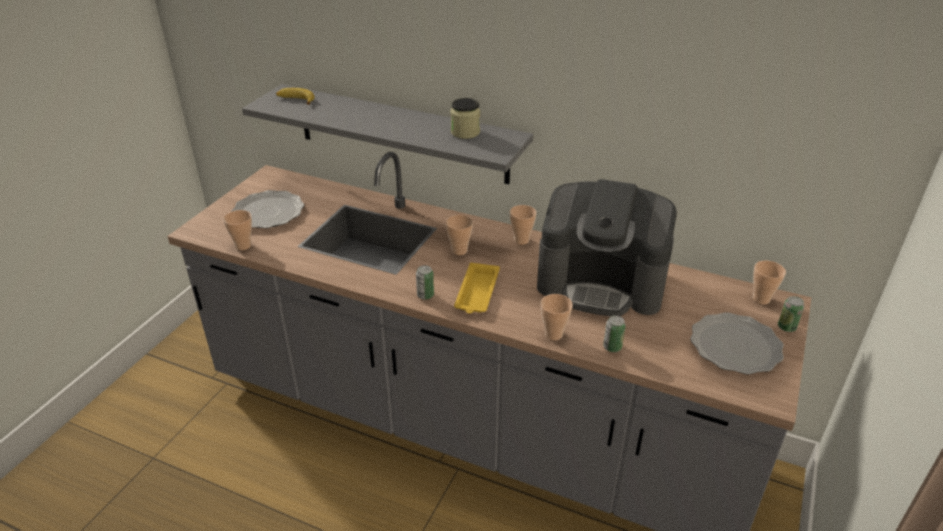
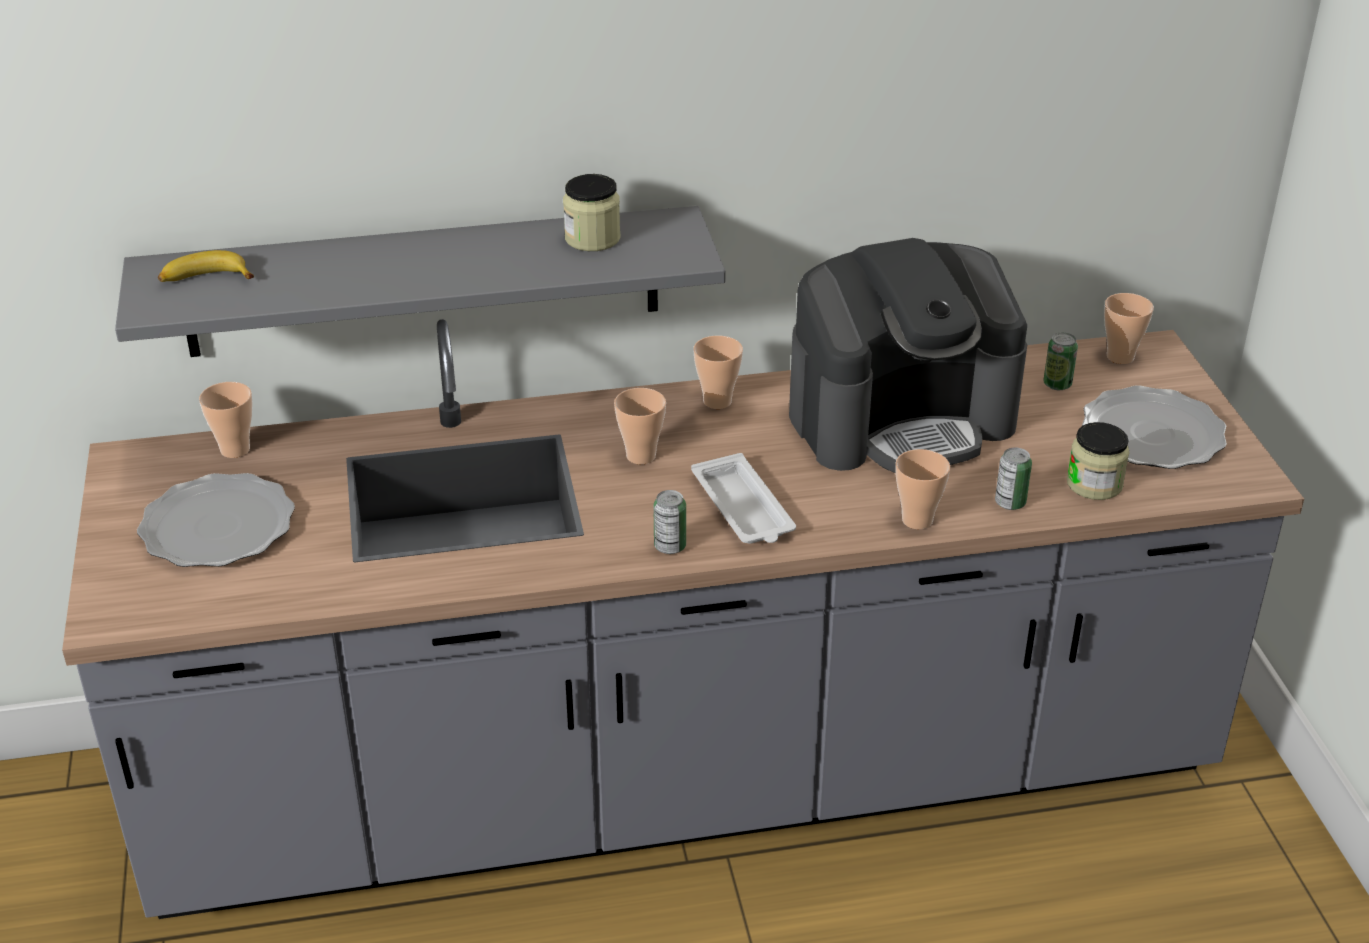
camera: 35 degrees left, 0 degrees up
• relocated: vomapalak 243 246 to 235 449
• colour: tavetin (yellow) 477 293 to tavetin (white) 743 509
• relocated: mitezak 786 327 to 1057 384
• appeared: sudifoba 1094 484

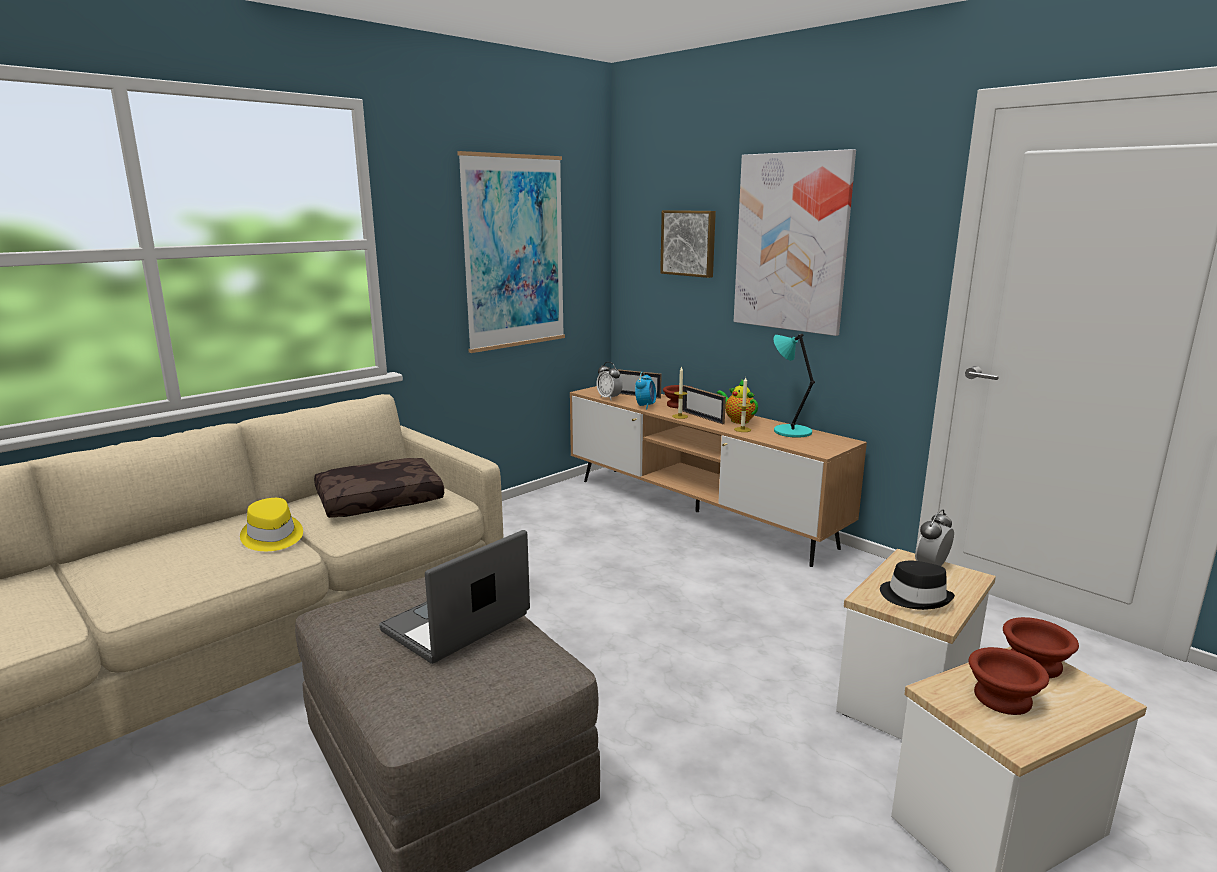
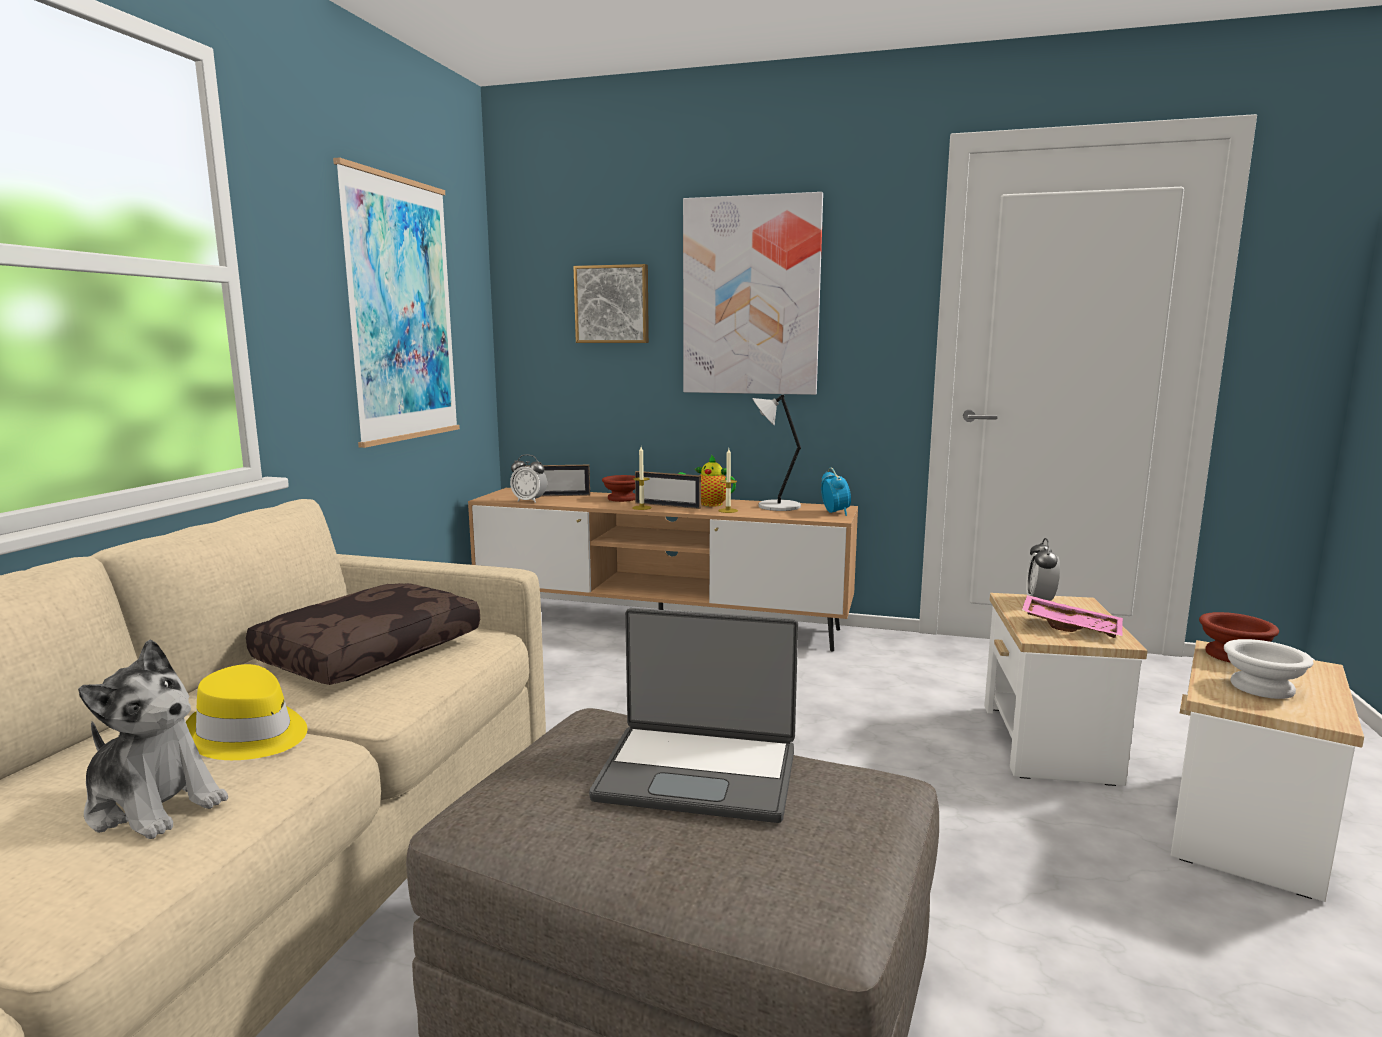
camera: 30 degrees left, 5 degrees down
• appeared: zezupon 154 804
• spun: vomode 457 624 = 699 772 90 degrees counterclockwise
• colour: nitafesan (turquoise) 790 431 to nitafesan (grey) 776 506
• relocated: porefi 645 406 to 835 513
• exchanged: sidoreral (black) 915 597 to tavetin (pink) 1071 627
• colour: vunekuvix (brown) 1001 697 to vunekuvix (white) 1259 687

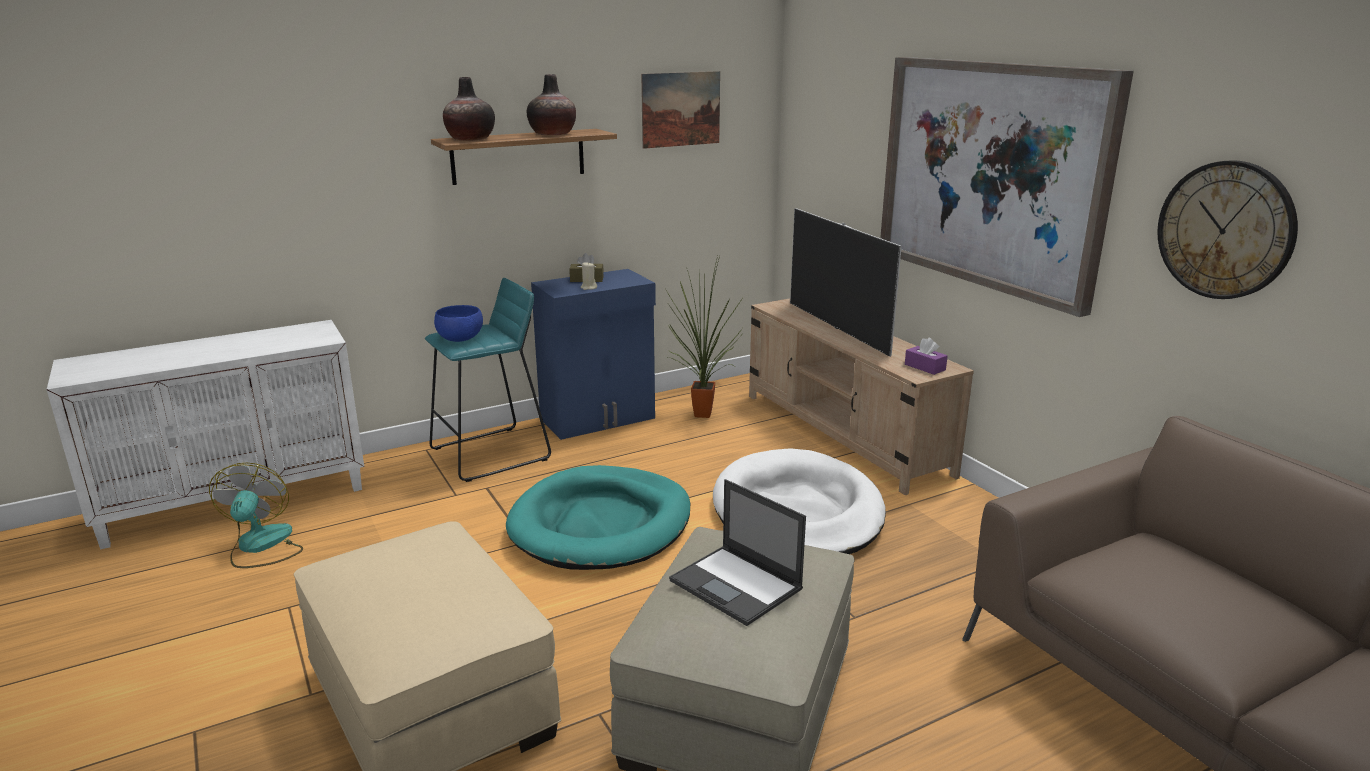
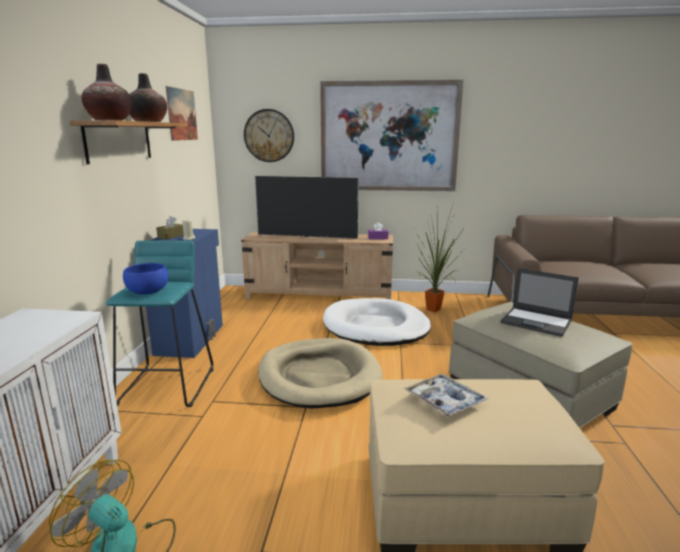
camera: 55 degrees left, 5 degrees down
• relocated: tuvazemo 1225 230 to 269 135
• colour: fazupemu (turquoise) 601 524 to fazupemu (beige) 319 376
• appeared: tavetin 444 401
• relocated: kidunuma 701 416 to 435 310
• spun: vomode 737 585 = 537 322 45 degrees clockwise

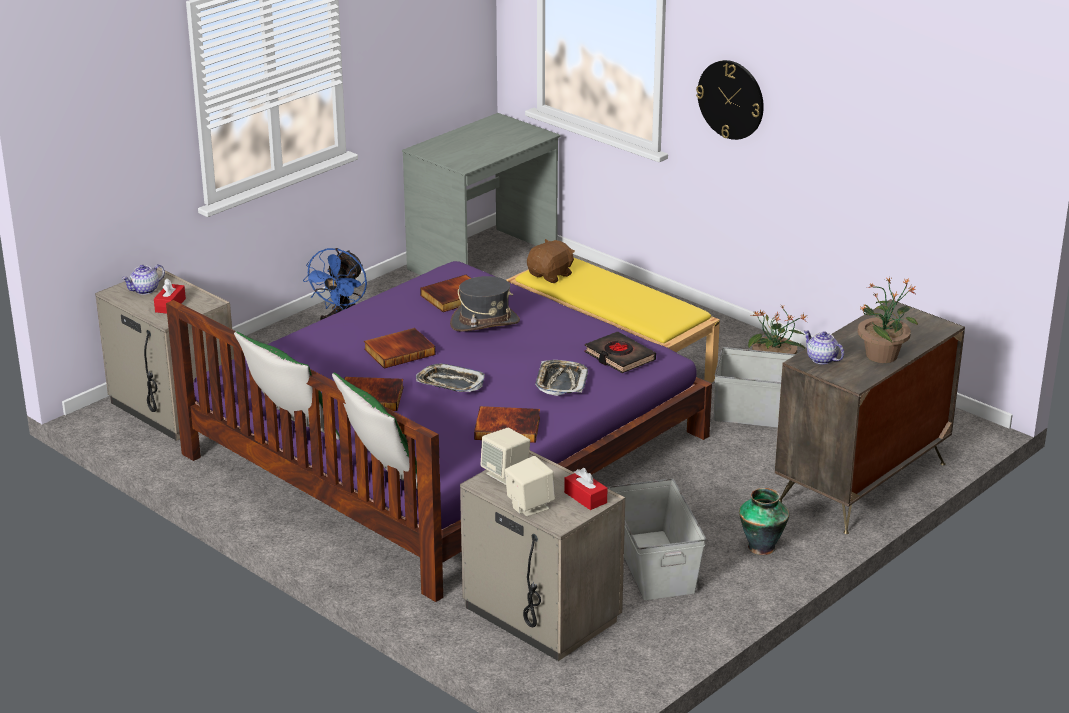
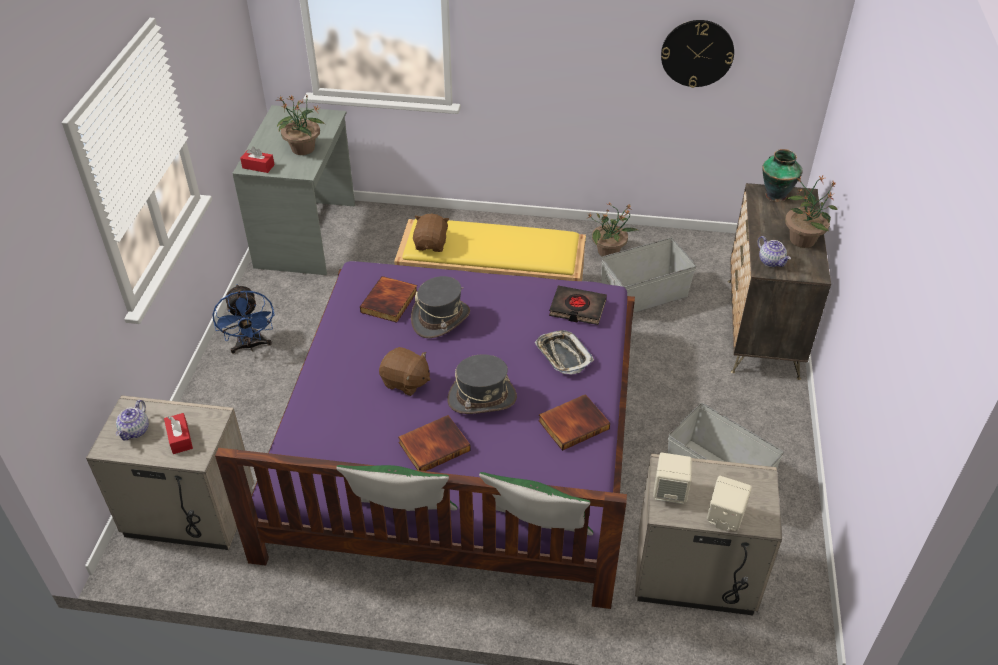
camera: 35 degrees left, 15 degrees up
• relocated: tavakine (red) 585 497 to 258 166
• appeared: kidunuma 303 149
• exchanged: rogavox 399 351 to zezupon (brown) 405 382
• exchanged: tavetin 450 383 to sidoreral (grey) 482 398
• relocated: tuvazemo 731 99 to 697 53
• spun: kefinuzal 821 359 = 771 261 135 degrees counterclockwise
• relocated: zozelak 762 546 to 775 195

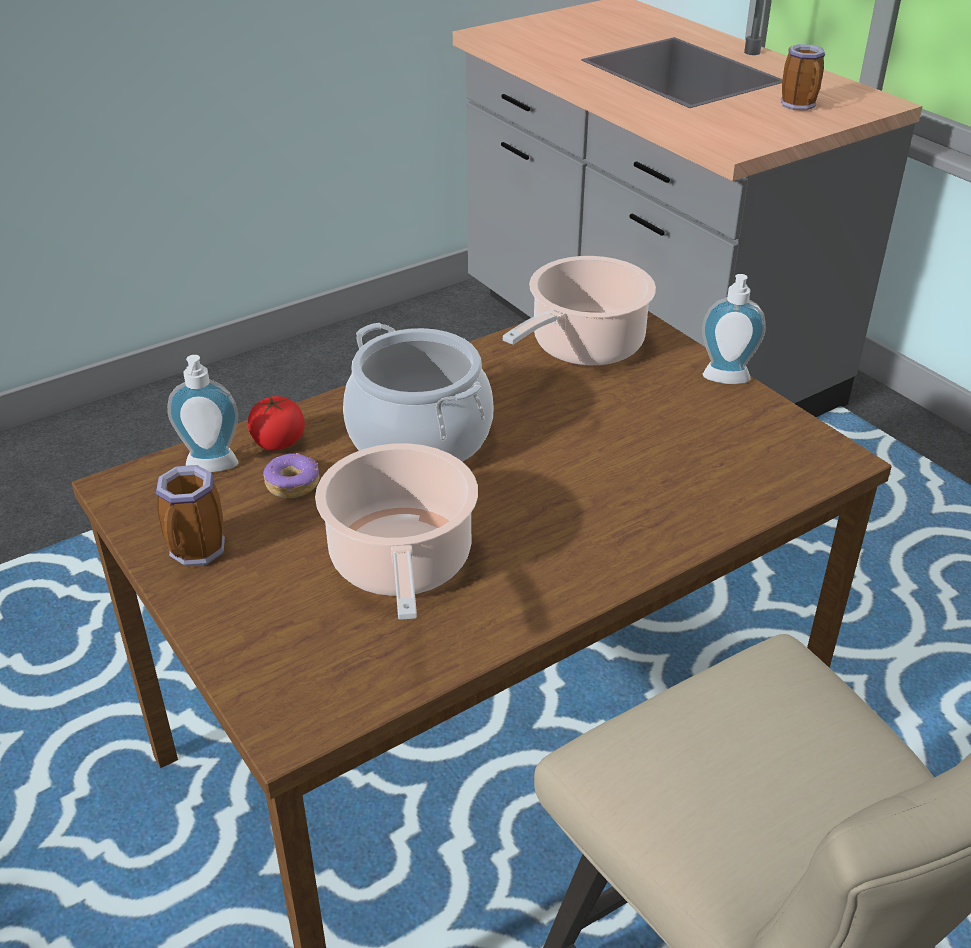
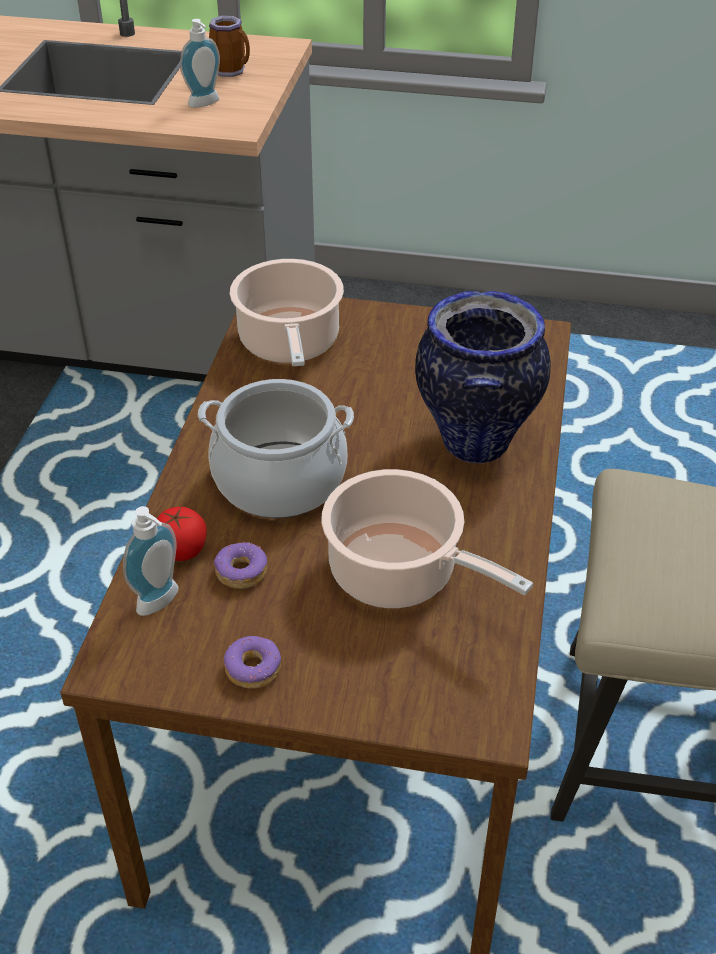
camera: 45 degrees left, 5 degrees up
• relocated: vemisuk 726 381 to 206 104
• exchanged: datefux 197 554 to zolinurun 253 668
• appeared: zozelak 475 441

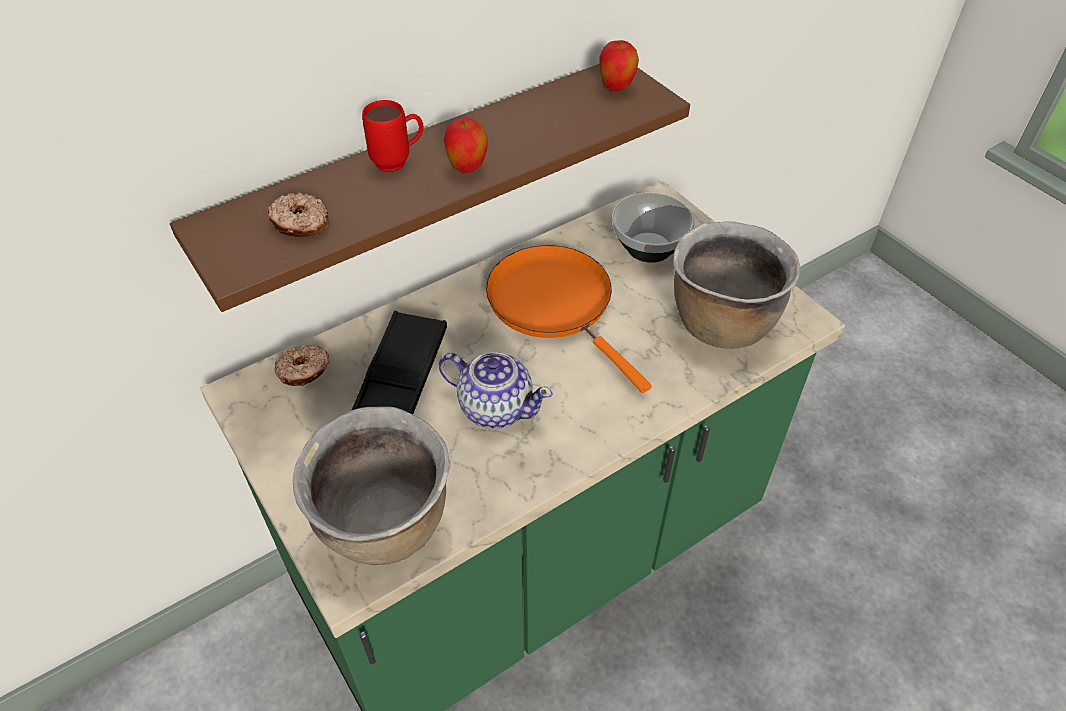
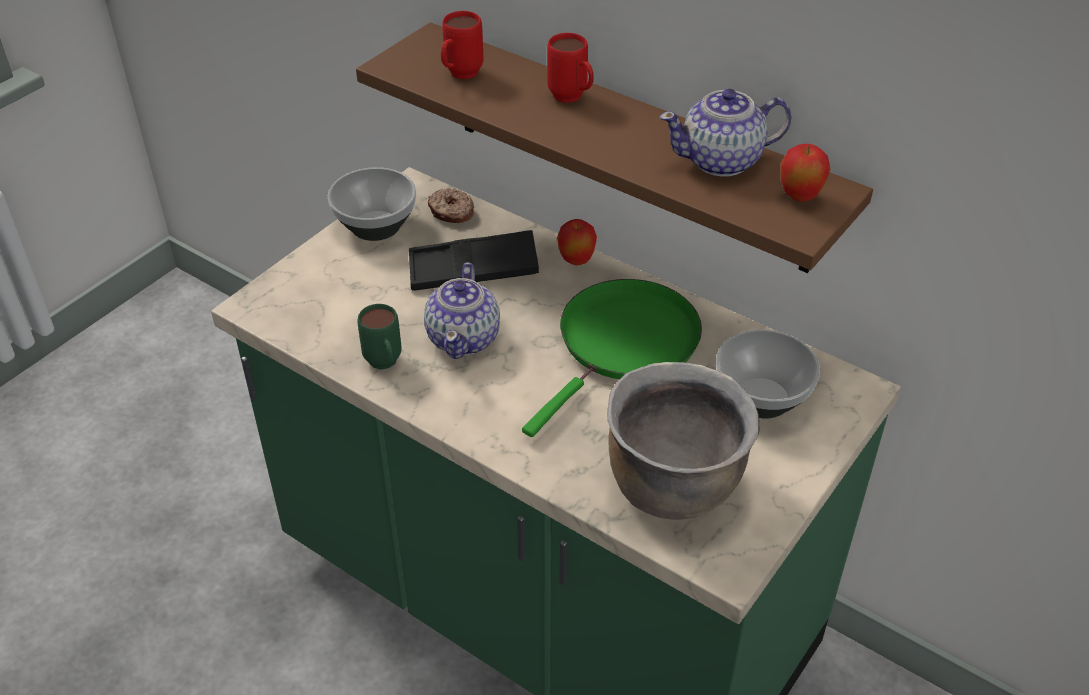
camera: 70 degrees right, 5 degrees down
• appeared: vunekuvix 374 227
• appeared: datefux (green) 385 365
• exchanged: zolinurun 300 224 to datefux (red) 459 76
• colour: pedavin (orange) 555 304 to pedavin (green) 624 344
• relocated: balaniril 467 168 to 576 261
• appeared: kefinuzal 722 161
• missing: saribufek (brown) 386 526

